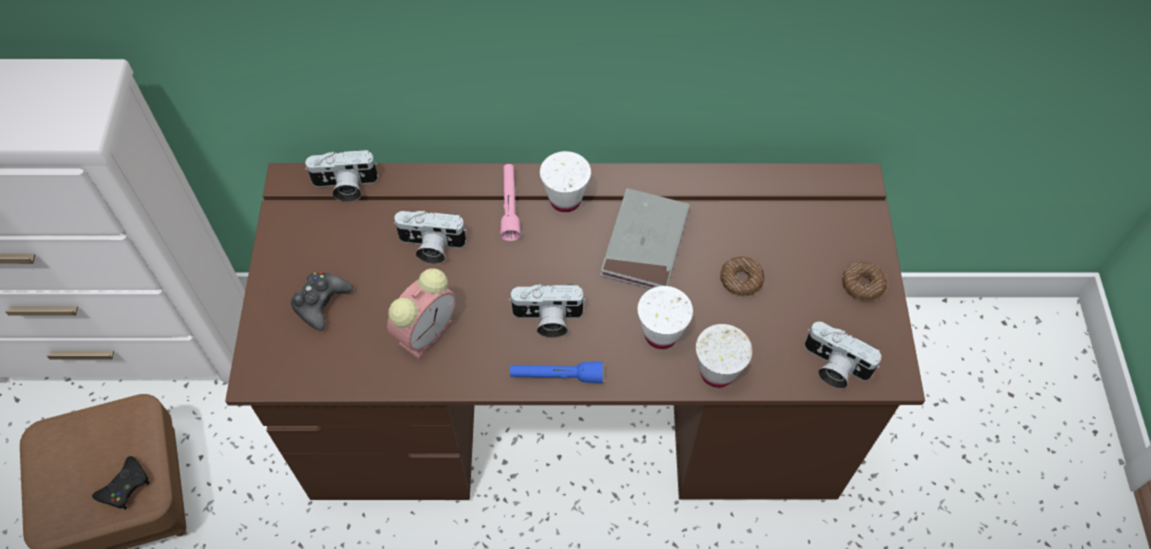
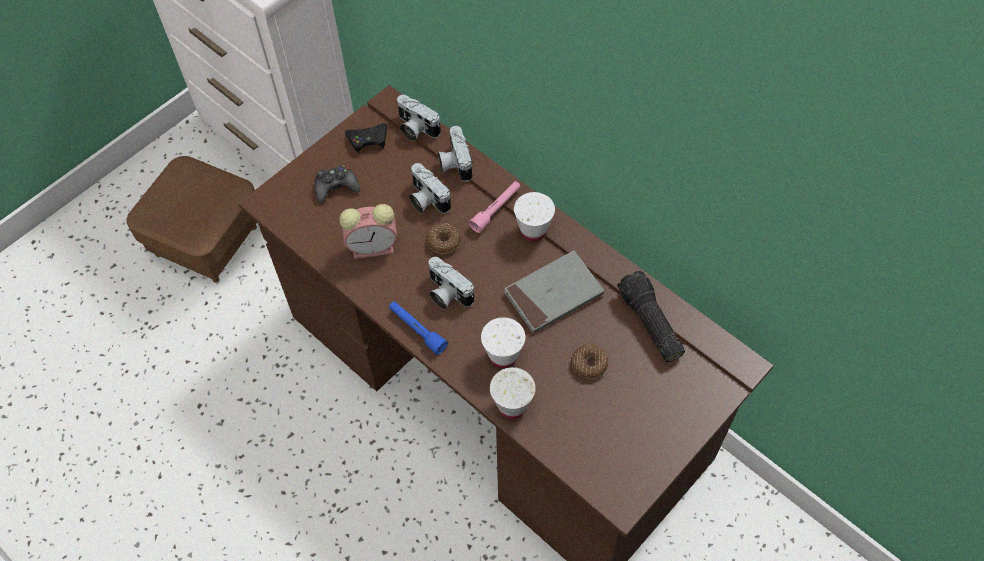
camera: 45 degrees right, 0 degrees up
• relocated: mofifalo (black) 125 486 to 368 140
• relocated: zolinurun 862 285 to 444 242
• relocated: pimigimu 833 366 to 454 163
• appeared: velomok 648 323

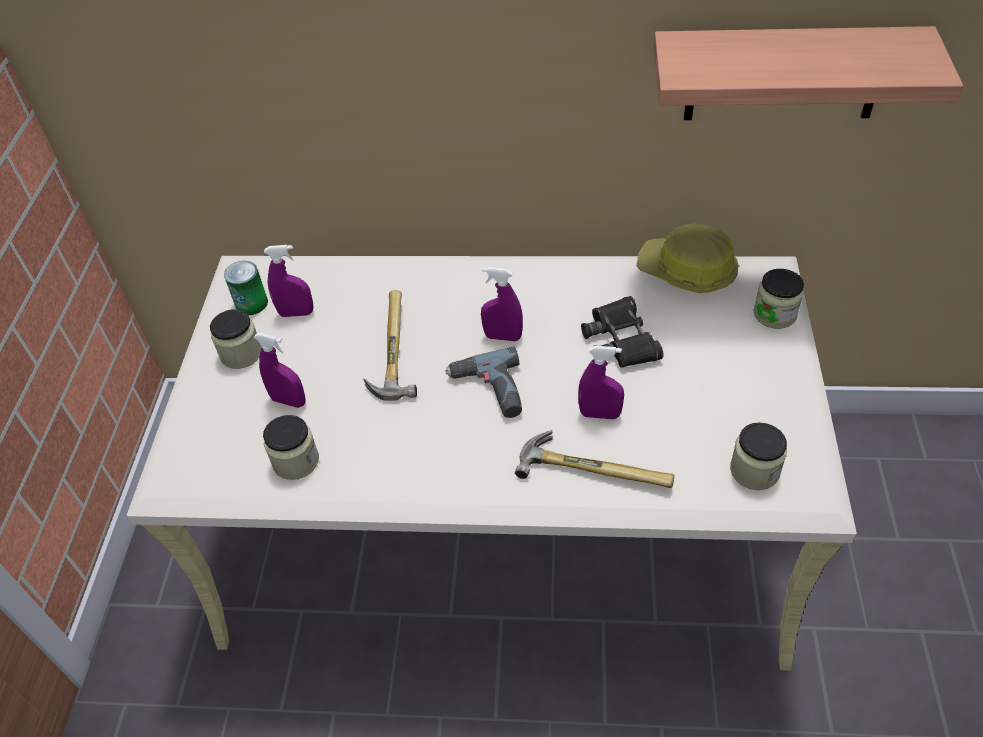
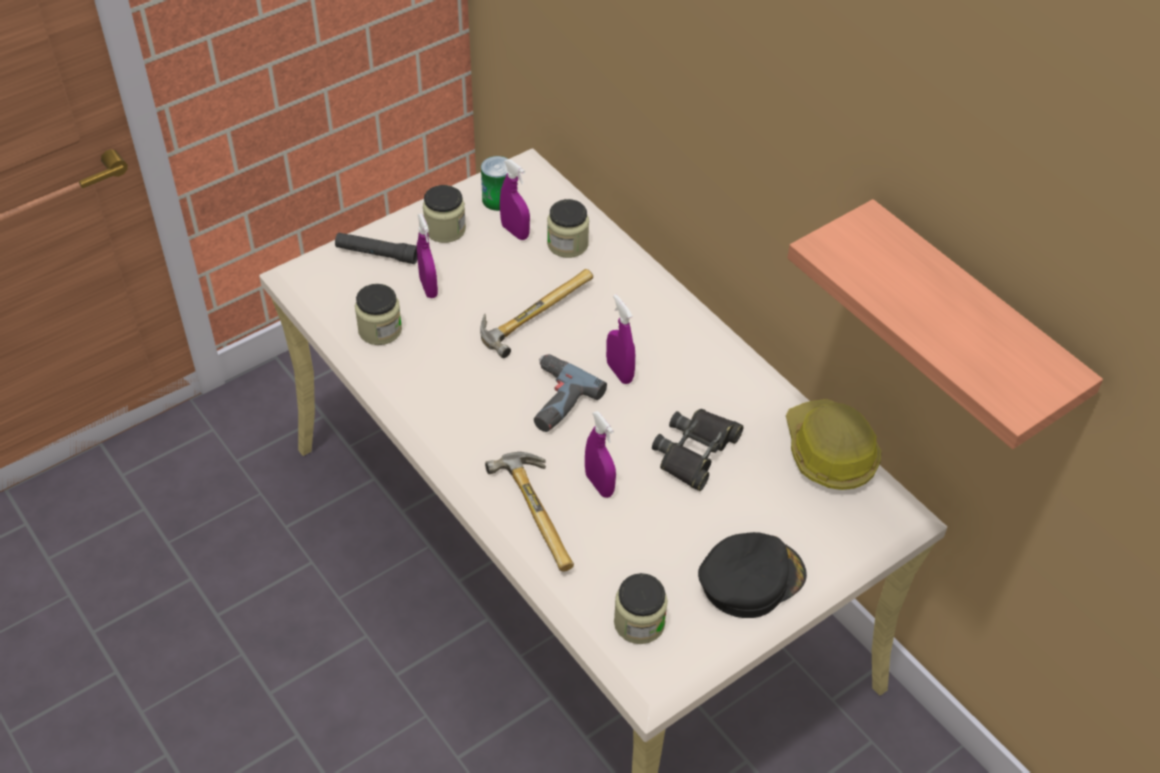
camera: 45 degrees right, 0 degrees up
• appeared: velomok (black) 377 254
• relocated: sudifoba 775 314 to 567 244
• appeared: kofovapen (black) 750 578

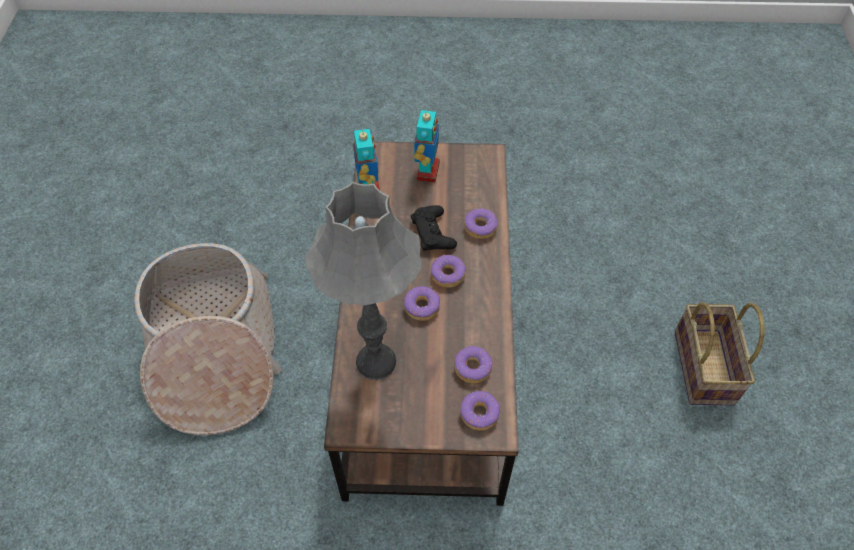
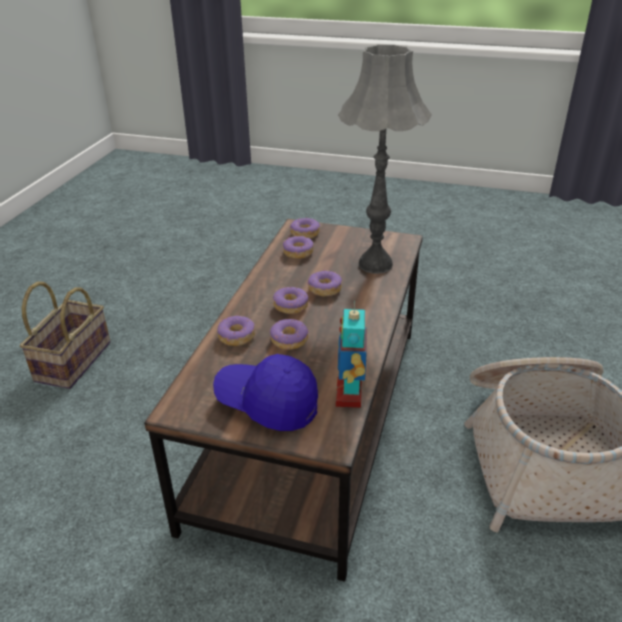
camera: 165 degrees left, 20 degrees down
• exchanged: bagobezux 427 171 to kofovapen (blue) 267 403
• exchanged: mofifalo (black) 433 232 to zolinurun 289 340

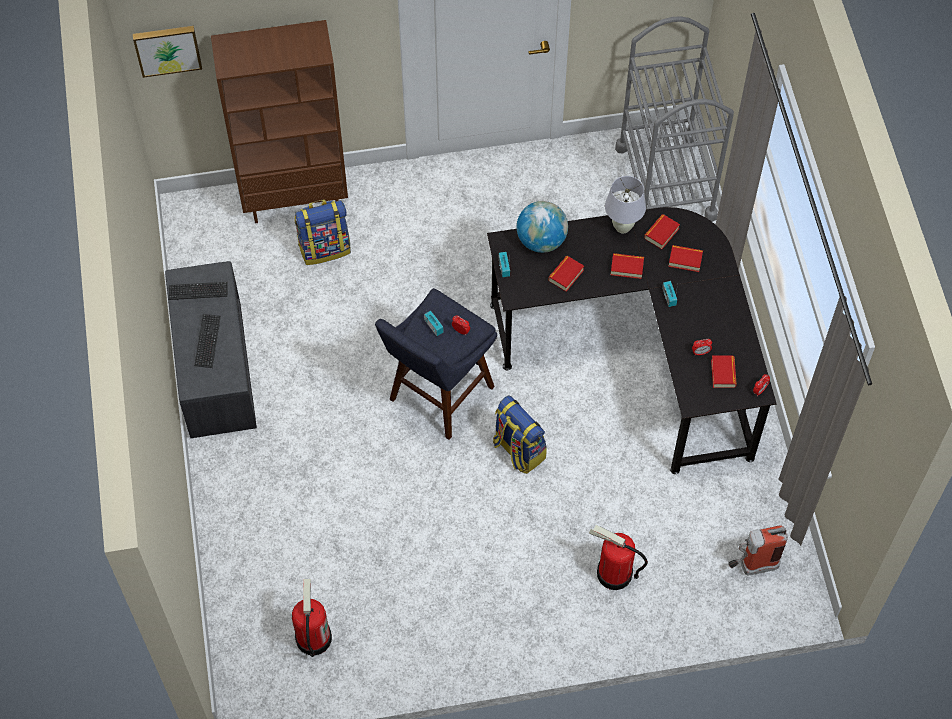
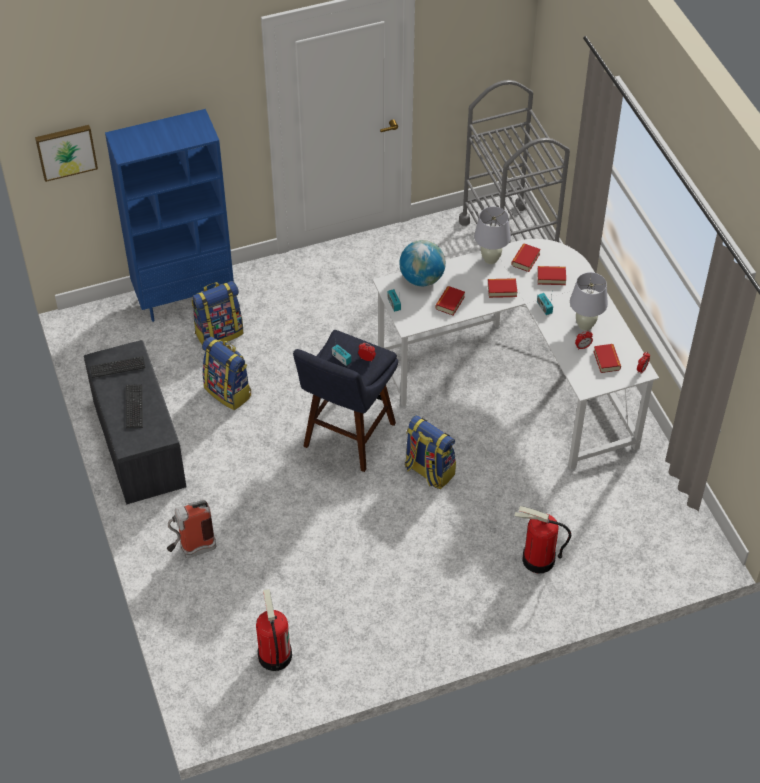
camera: 10 degrees left, 10 degrees down
• colour: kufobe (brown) 295 199 to kufobe (blue) 184 298
• relocated: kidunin 751 566 to 192 551
• appeared: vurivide 229 392
• colour: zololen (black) 637 354 to zololen (white) 516 379
• appeared: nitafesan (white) 585 325

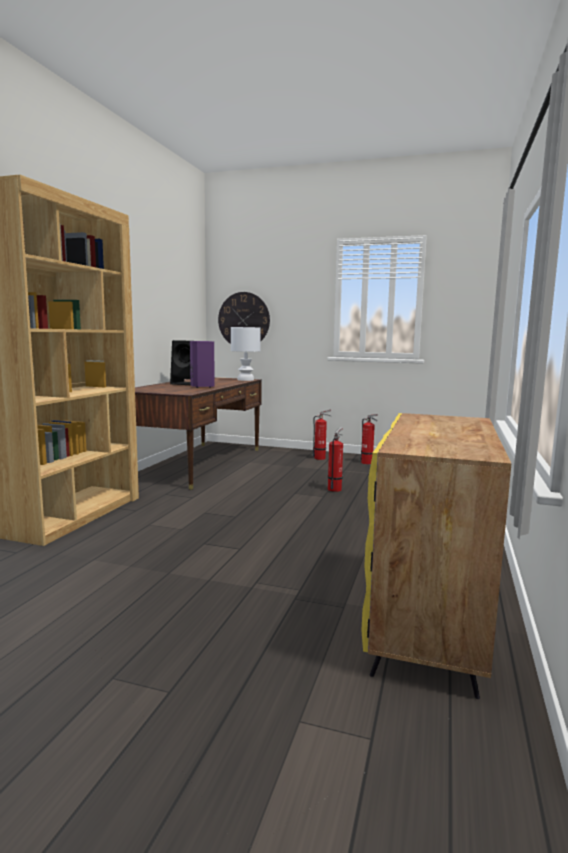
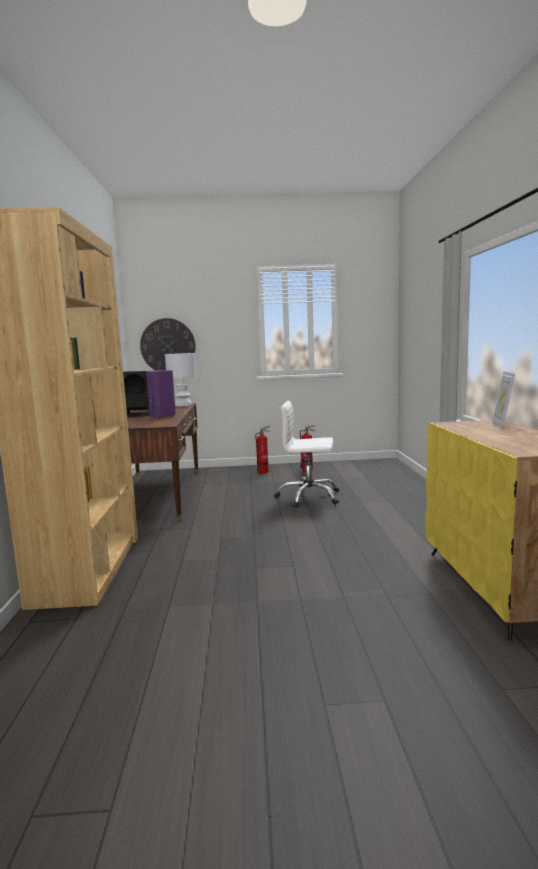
camera: 20 degrees left, 0 degrees up
• exchanged: kidunin 335 489 to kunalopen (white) 308 497
• appeared: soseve 501 426

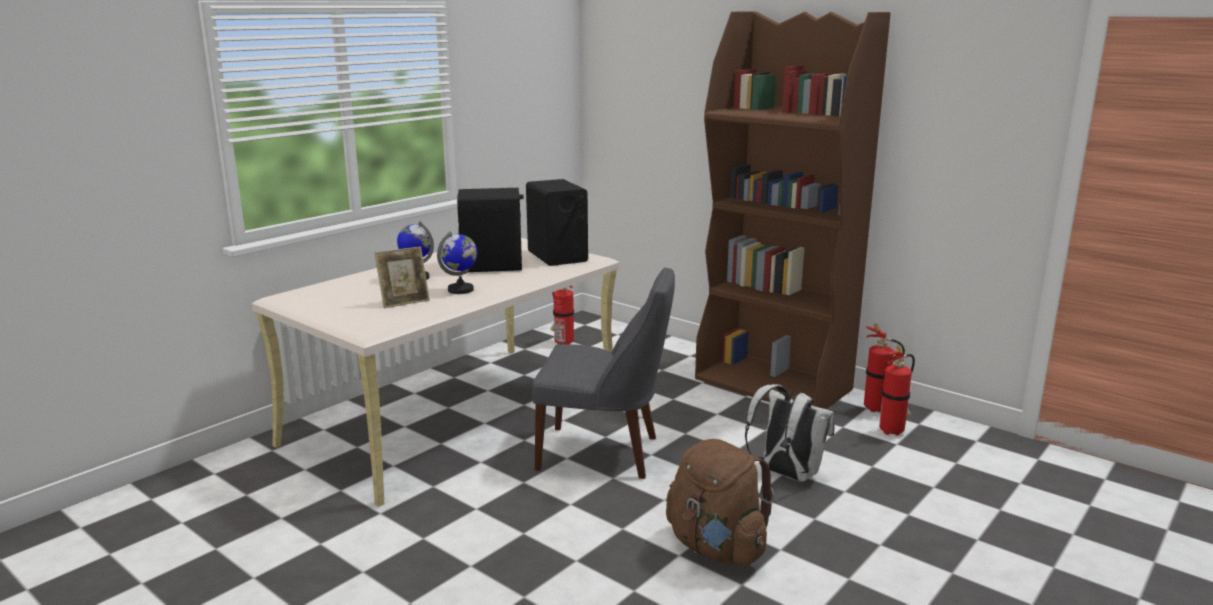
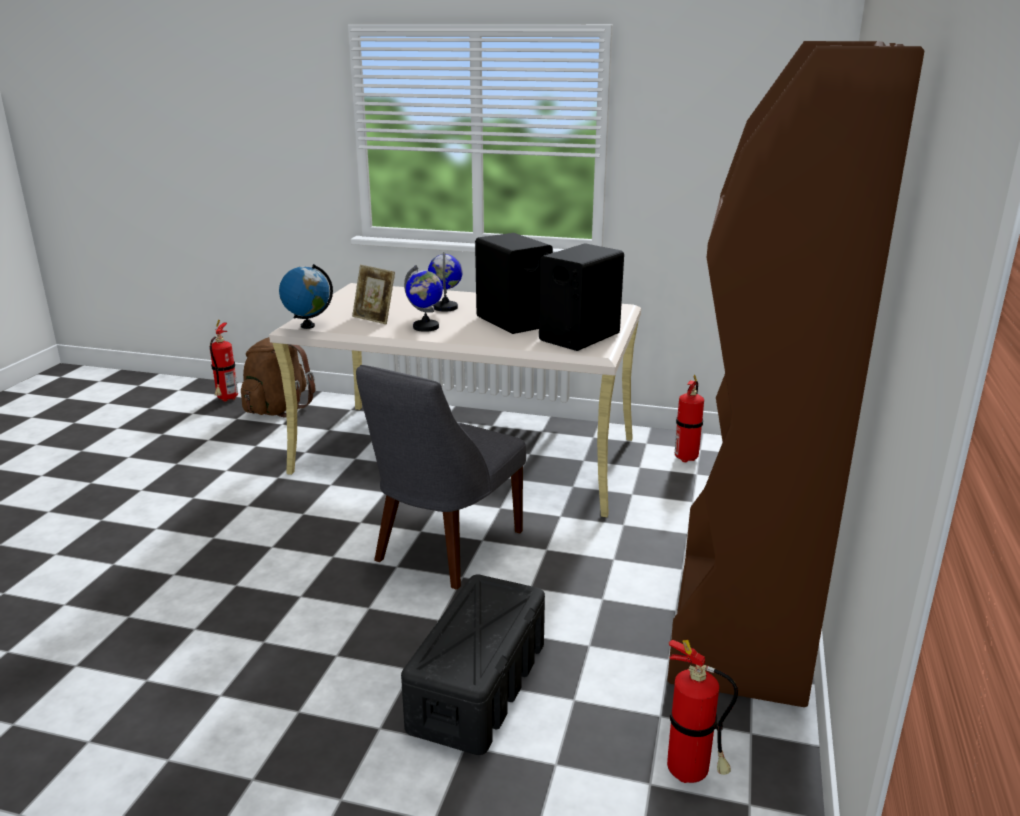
camera: 65 degrees right, 5 degrees up
• relocated: kidunin 878 410 to 226 399
• relocated: vurivide (brown) 716 548 to 278 409
• appeared: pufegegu 307 326
• spun: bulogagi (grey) 604 453 = 444 548 45 degrees clockwise
• exchanged: vurivide (white) 786 474 to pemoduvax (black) 479 685

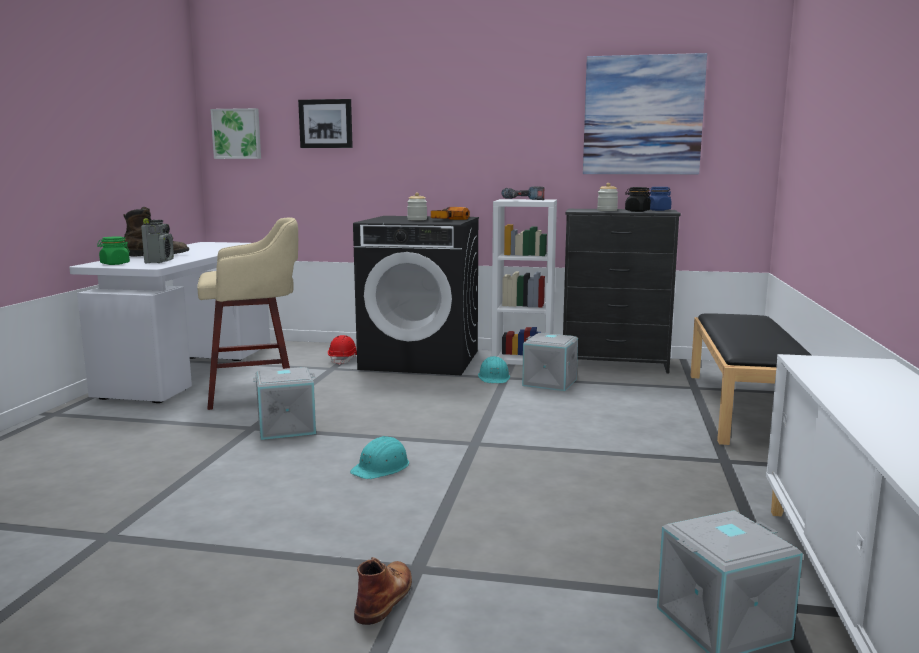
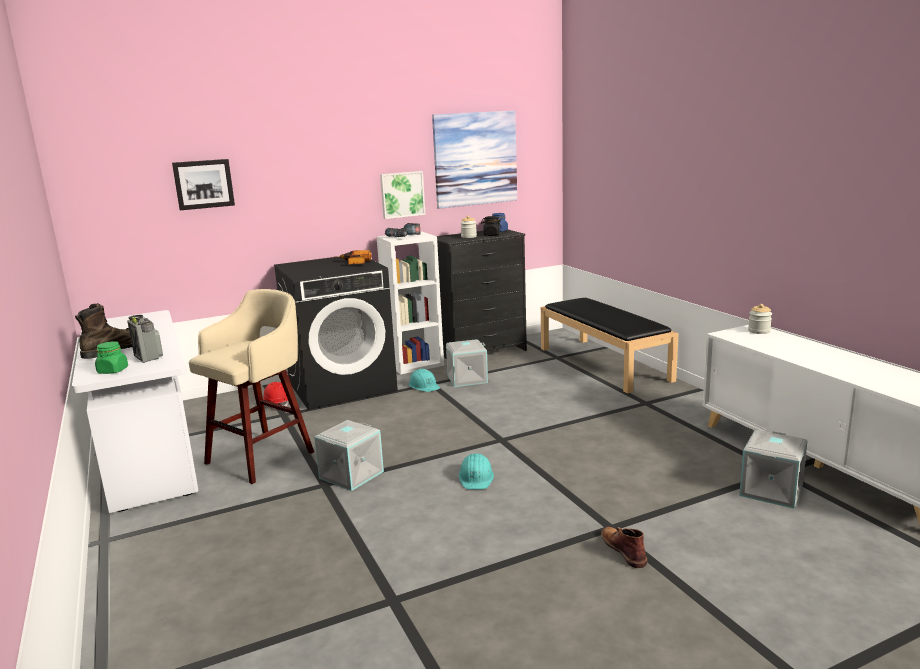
camera: 35 degrees left, 5 degrees up
• relocated: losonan 237 134 to 402 194
• relocated: sudifoba 417 219 to 759 331

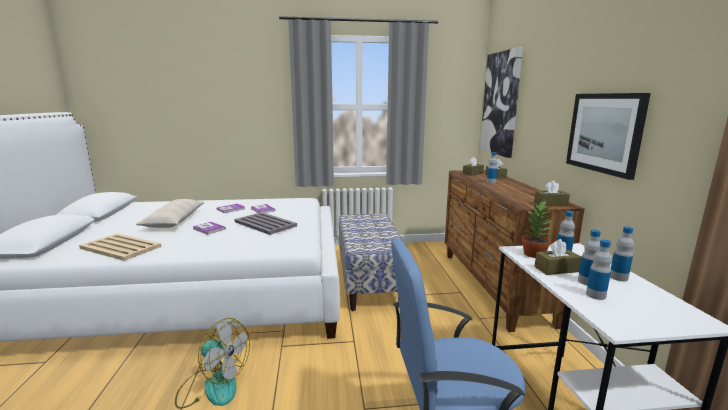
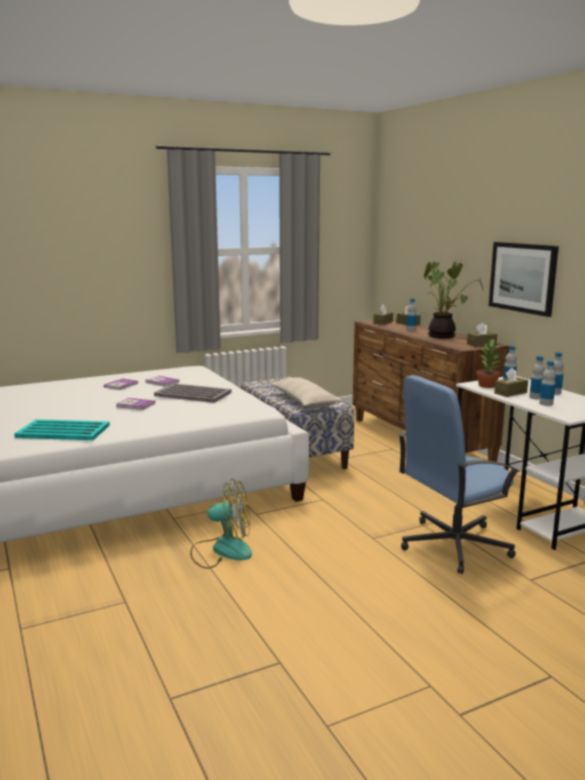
camera: 20 degrees left, 0 degrees up
• colour: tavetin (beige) 121 247 to tavetin (turquoise) 64 431
• relocated: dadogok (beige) 174 221 to 304 401
• appeared: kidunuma 444 336
• missing: losonan 501 103

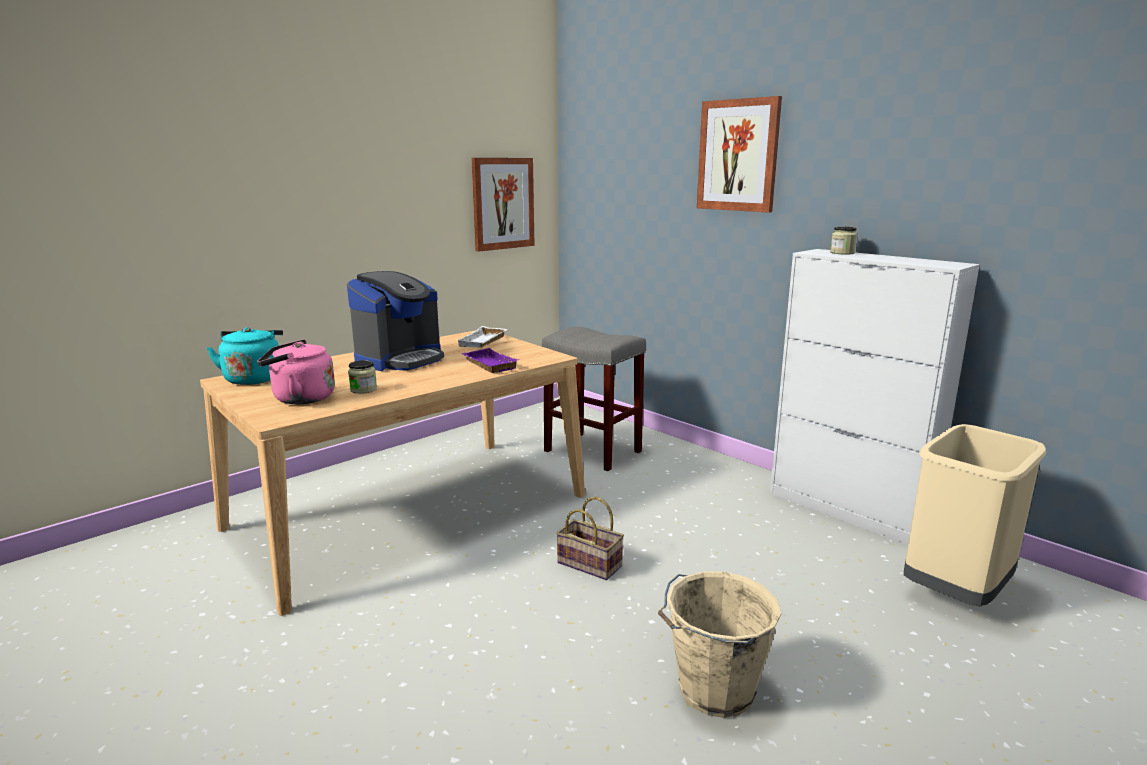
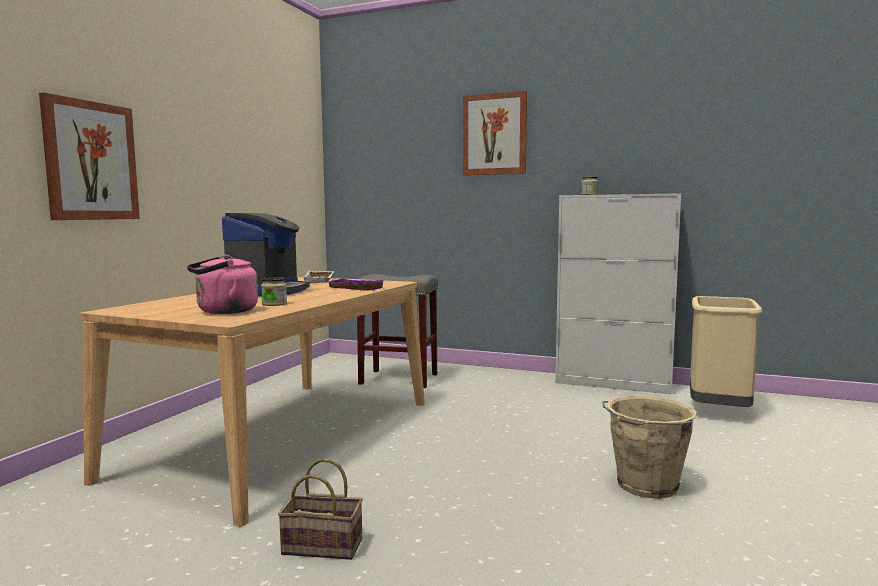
camera: 25 degrees left, 10 degrees down
• relocated: losonan 502 203 to 91 161
• relocated: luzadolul 591 564 to 325 546
• missing: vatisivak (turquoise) 254 378

